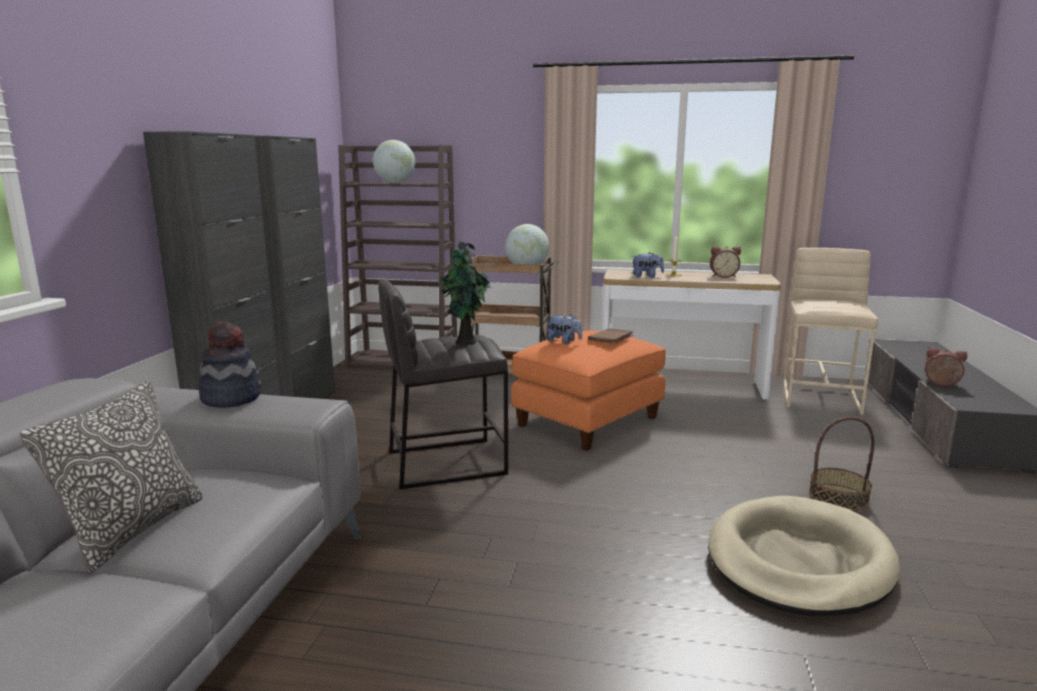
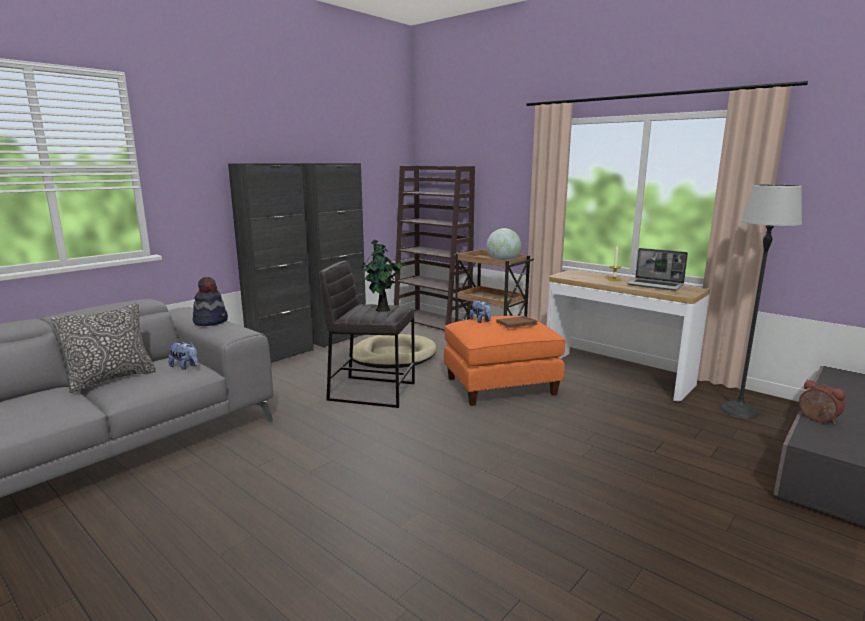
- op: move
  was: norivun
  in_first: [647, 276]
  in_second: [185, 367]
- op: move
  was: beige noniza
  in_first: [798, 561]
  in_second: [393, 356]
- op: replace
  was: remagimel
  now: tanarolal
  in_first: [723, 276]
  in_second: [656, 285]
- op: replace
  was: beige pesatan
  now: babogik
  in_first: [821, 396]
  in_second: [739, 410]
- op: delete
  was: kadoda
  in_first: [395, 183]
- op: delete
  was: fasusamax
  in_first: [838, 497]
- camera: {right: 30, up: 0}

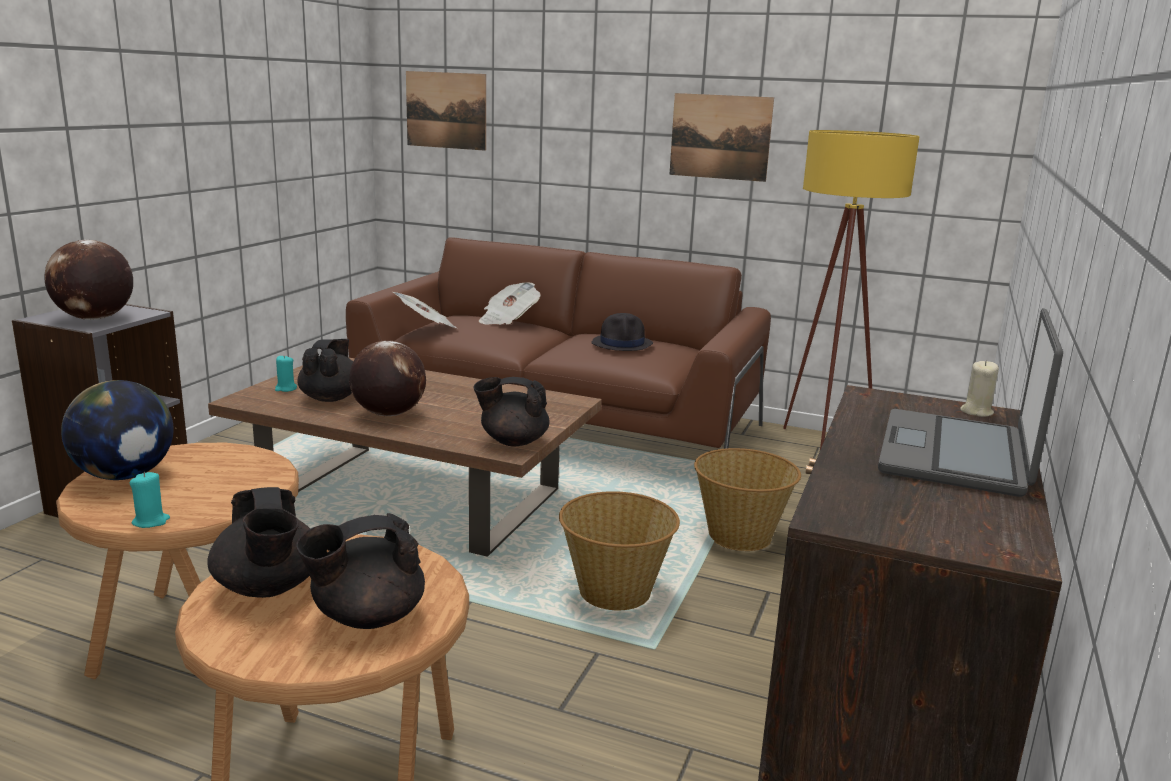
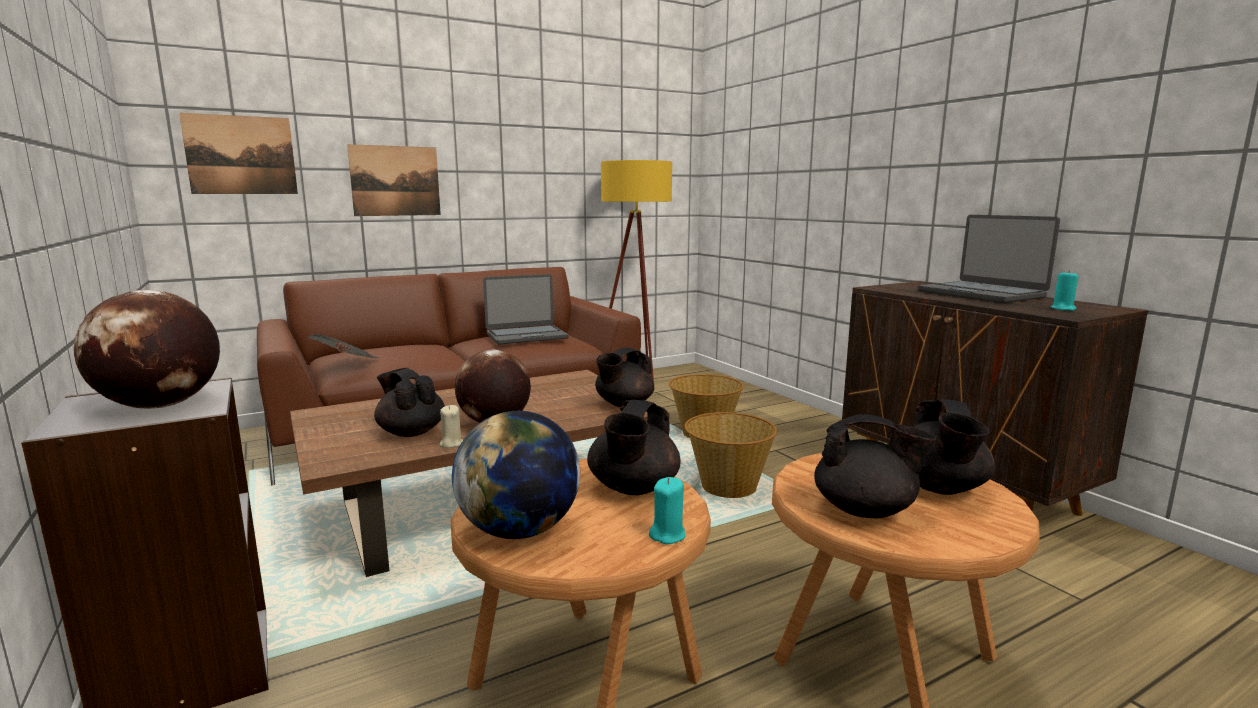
- op: move
  was: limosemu
  in_first: [720, 137]
  in_second: [395, 181]
- op: move
  was: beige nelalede
  in_first: [976, 412]
  in_second: [451, 444]
- op: replace
  was: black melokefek
  now: tanarolal
  in_first: [622, 344]
  in_second: [526, 336]
- op: insert
  now: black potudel
  in_second: [633, 488]
- op: move
  was: turquoise nelalede
  in_first: [286, 389]
  in_second: [1063, 309]
- op: delete
  was: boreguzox
  in_first: [508, 320]
- camera: {right: -50, up: -5}

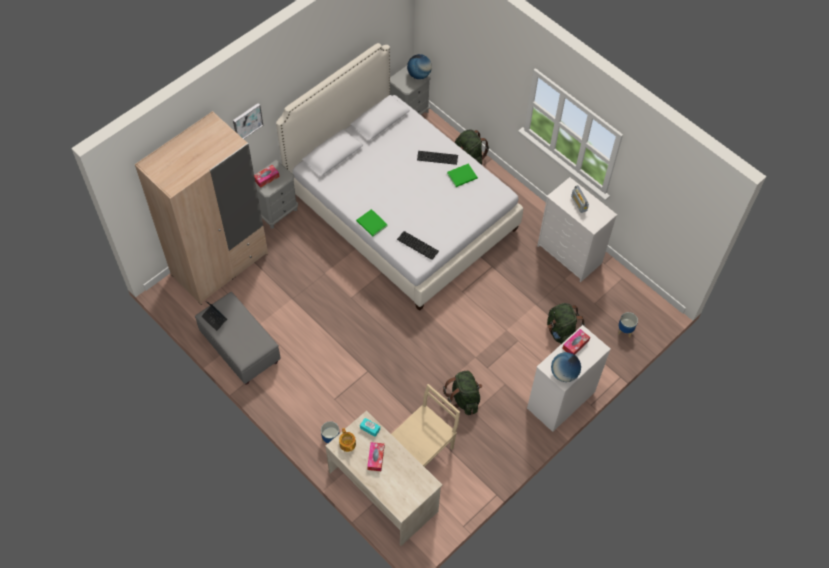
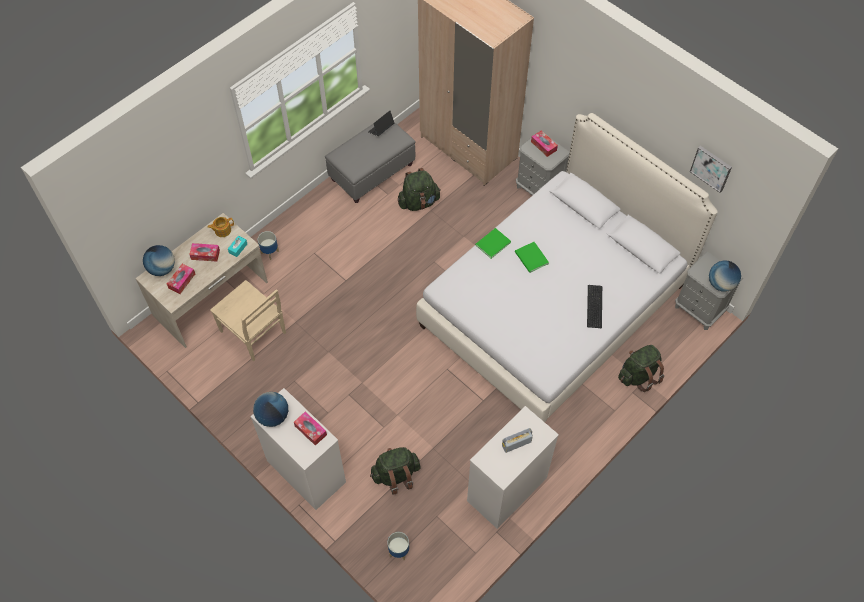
- op: insert
  now: kadoda
  in_second: [162, 269]
- op: insert
  now: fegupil
  in_second: [182, 281]
- op: move
  was: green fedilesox
  in_first: [463, 398]
  in_second: [418, 202]
- op: move
  was: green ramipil
  in_first: [463, 176]
  in_second: [531, 258]
- op: move
  was: limosemu
  in_first: [247, 121]
  in_second: [711, 168]
- op: delete
  was: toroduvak
  in_first: [417, 244]
- camera: {right: 90, up: 0}

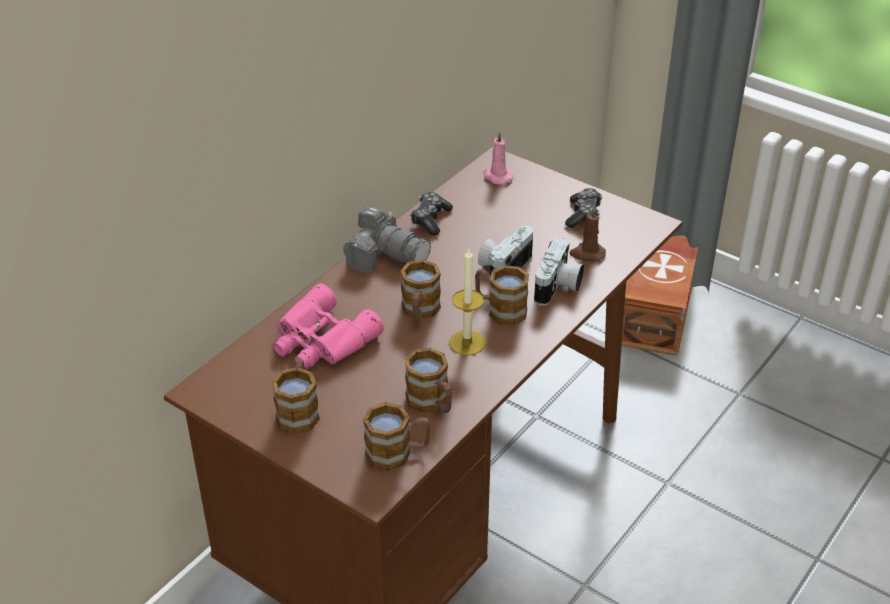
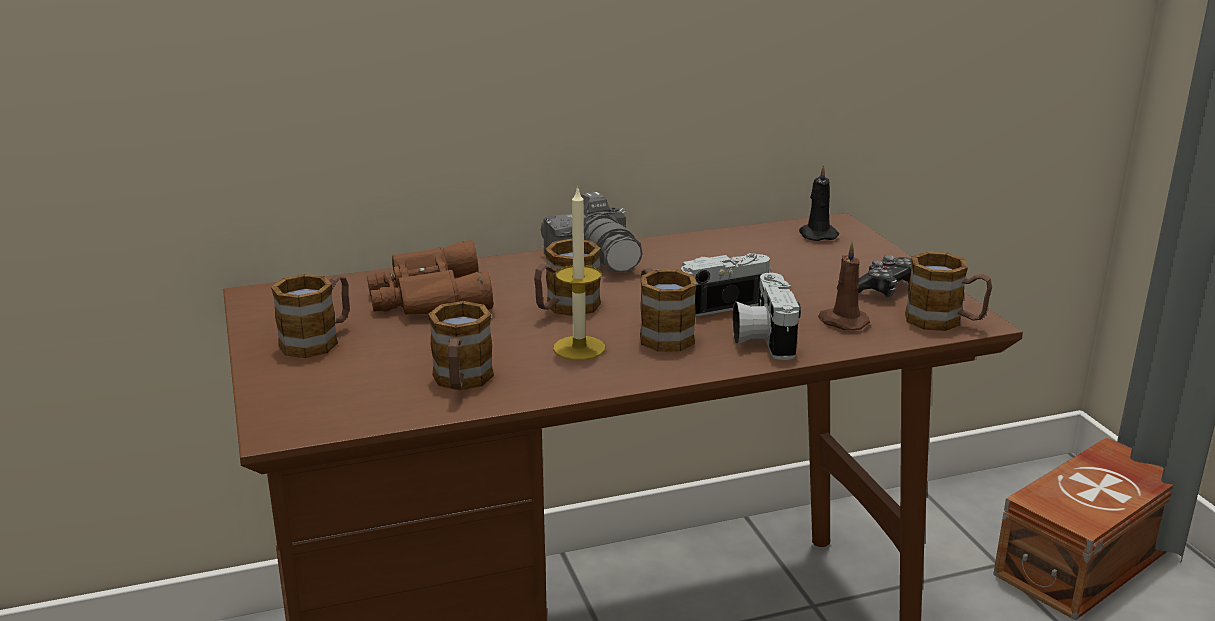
- op: recolor
  was: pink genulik
  now: brown genulik
  in_first: [321, 341]
  in_second: [427, 298]
- op: rotate
  was: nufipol
  in_first: [558, 288]
  in_second: [762, 338]
  clockwise: 120
- op: recolor
  was: pink nelalede
  now: black nelalede
  in_first: [497, 176]
  in_second: [817, 234]
- op: move
  was: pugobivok
  in_first: [398, 453]
  in_second: [944, 321]
- op: delete
  was: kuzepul
  in_first: [430, 219]
- camera: {right: 35, up: -15}

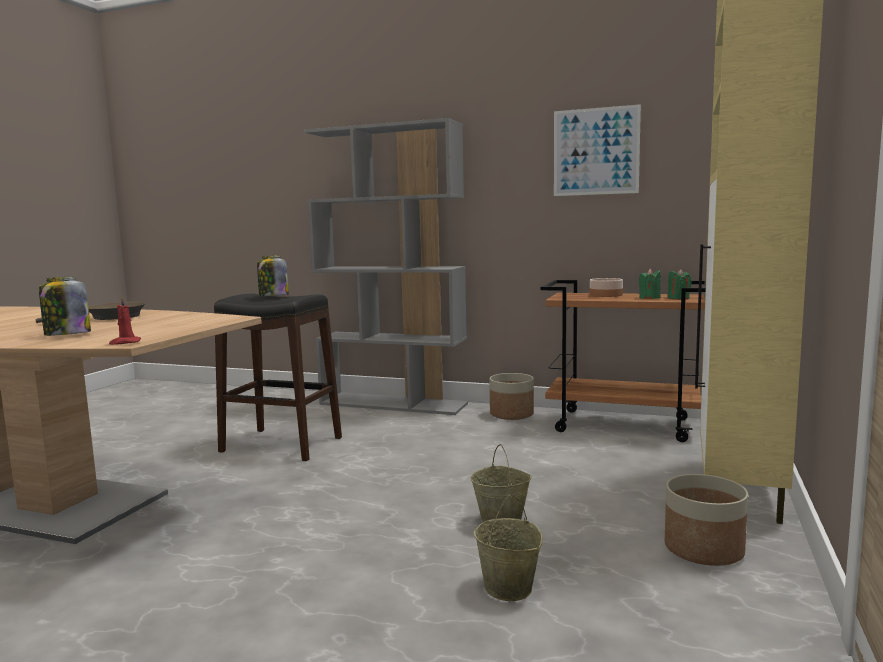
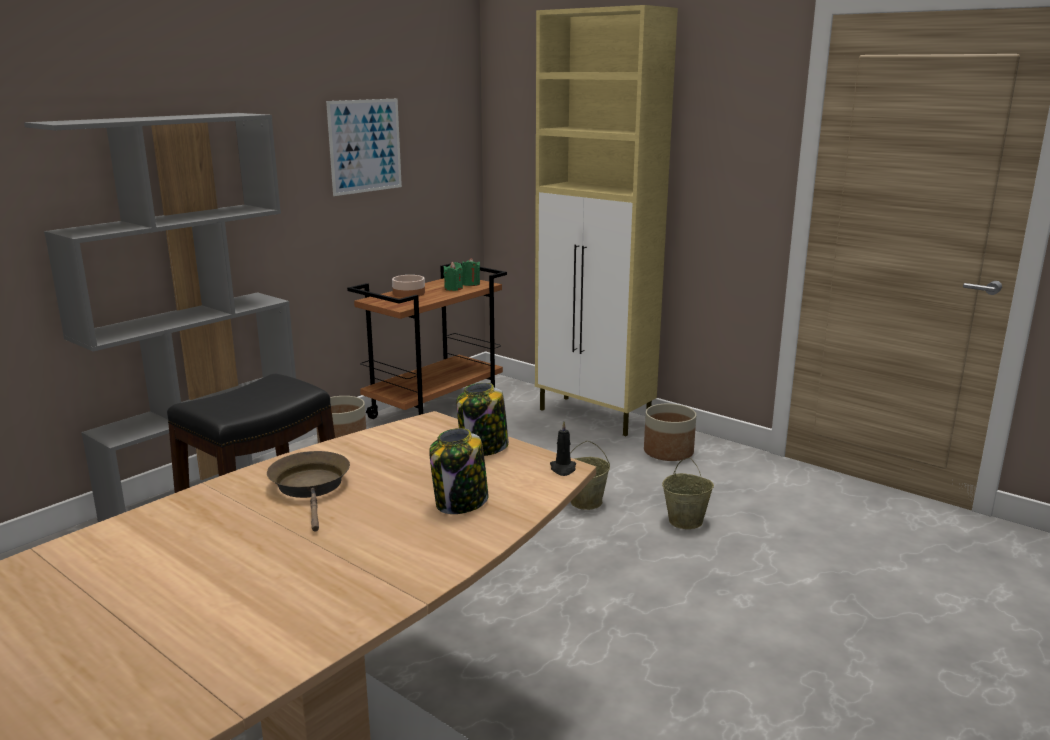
- op: move
  was: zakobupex
  in_first: [273, 296]
  in_second: [483, 448]
- op: recolor
  was: red nelalede
  now: black nelalede
  in_first: [125, 343]
  in_second: [563, 469]
- camera: {right: -70, up: 10}

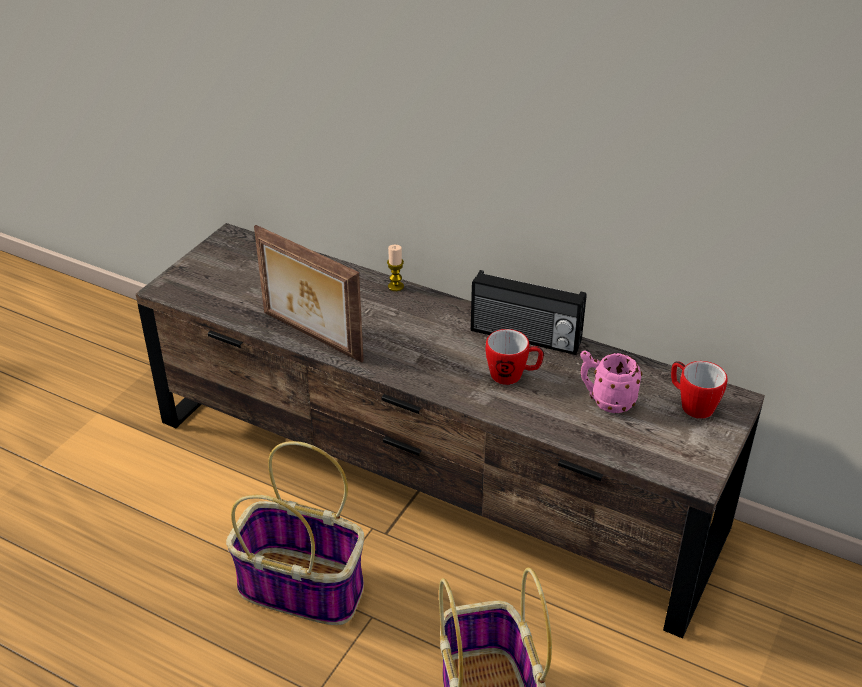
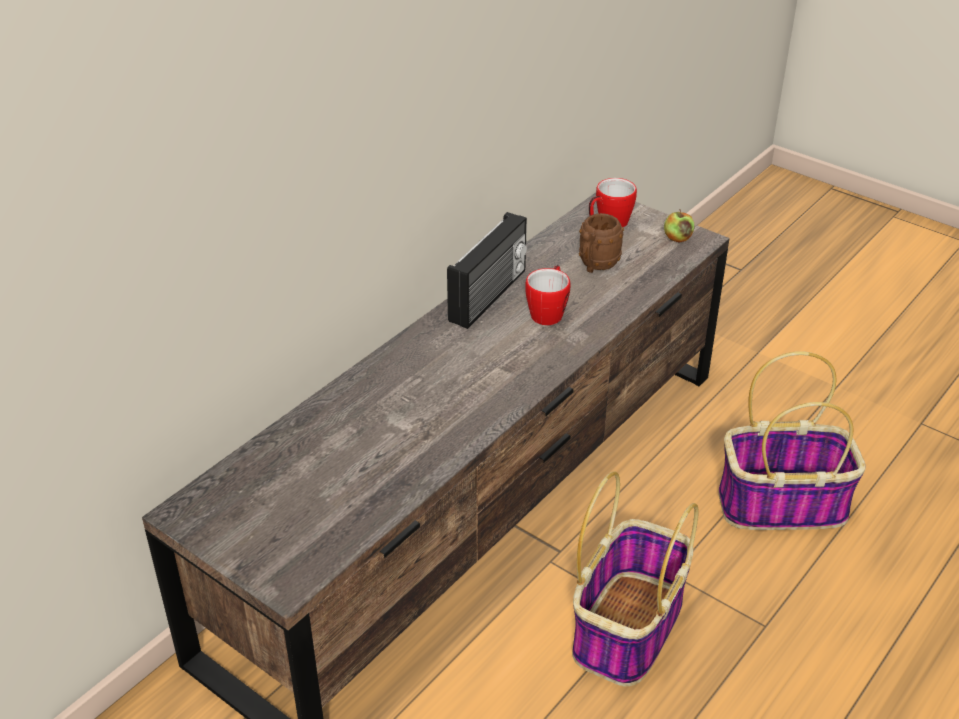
- op: recolor
  was: pink pugobivok
  now: brown pugobivok
  in_first: [606, 400]
  in_second: [595, 265]
- op: insert
  now: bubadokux
  in_second: [677, 238]
- op: delete
  was: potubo
  in_first: [310, 337]
- op: delete
  was: nelalede
  in_first: [395, 286]
- camera: {right: -80, up: 0}

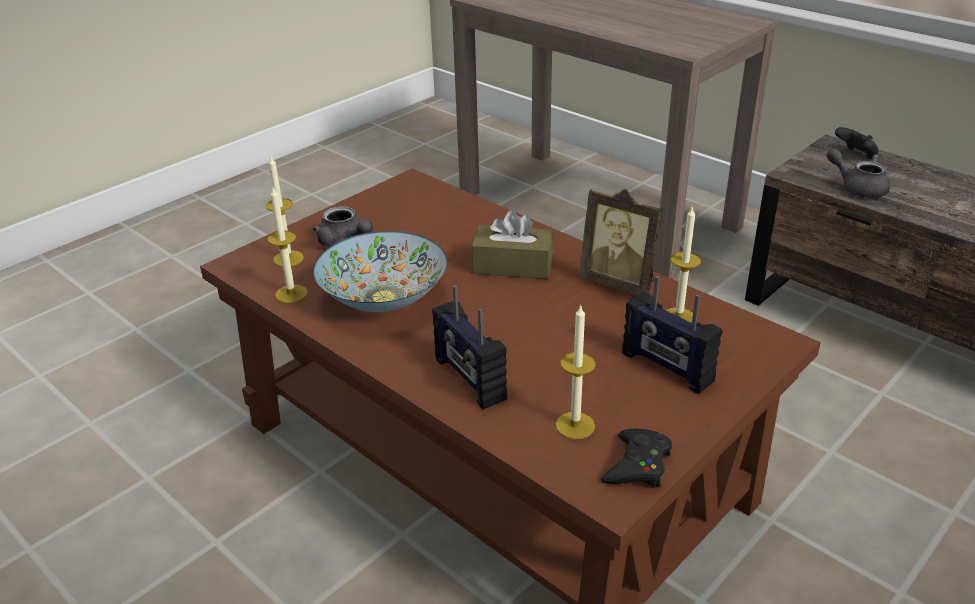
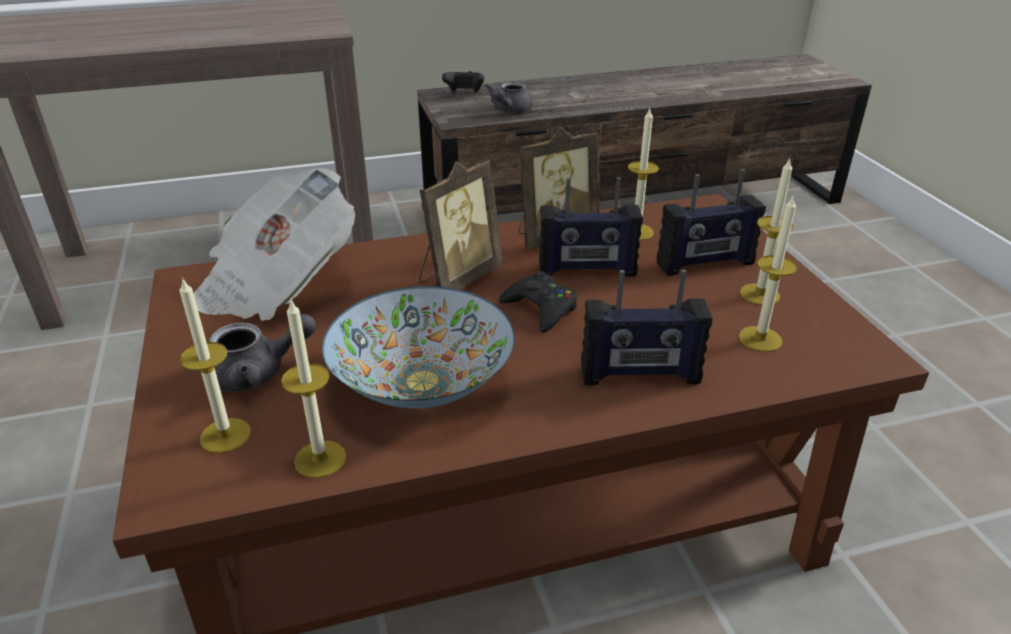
- op: insert
  now: boreguzox
  in_second: [277, 283]
- op: replace
  was: brown fegupil
  now: potubo
  in_first: [513, 266]
  in_second: [458, 278]
- op: rotate
  was: grey potudel
  in_first: [858, 188]
  in_second: [509, 111]
  clockwise: -45
- op: move
  was: black kuzepul
  in_first: [637, 465]
  in_second: [541, 308]
- op: insert
  now: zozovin
  in_second: [587, 270]
- op: insert
  now: nelalede
  in_second: [759, 294]
- camera: {right: -60, up: 0}

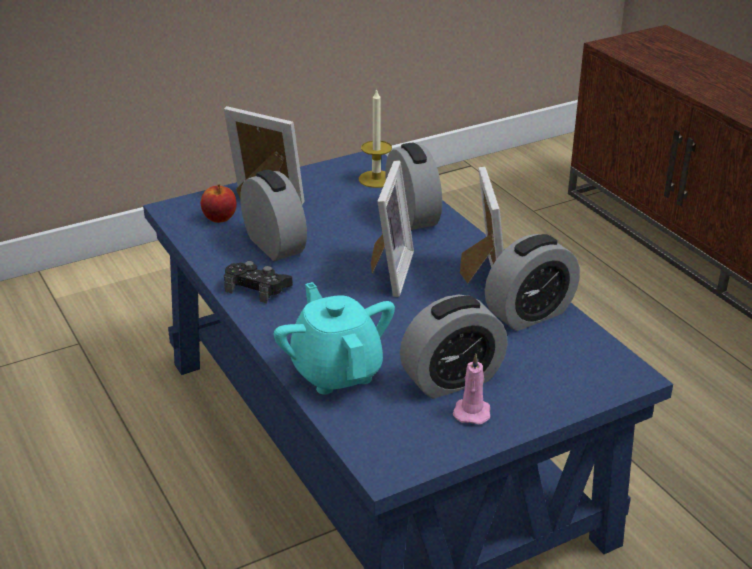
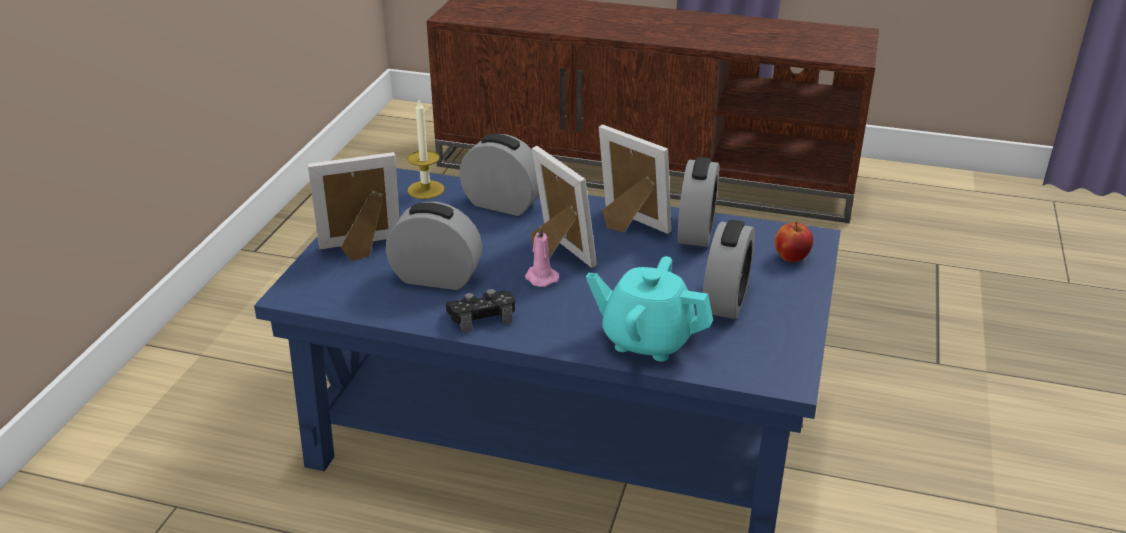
- op: move
  was: pink nelalede
  in_first: [472, 411]
  in_second: [540, 277]
- op: move
  was: bubadokux
  in_first: [219, 218]
  in_second: [791, 257]
- camera: {right: -45, up: 0}

